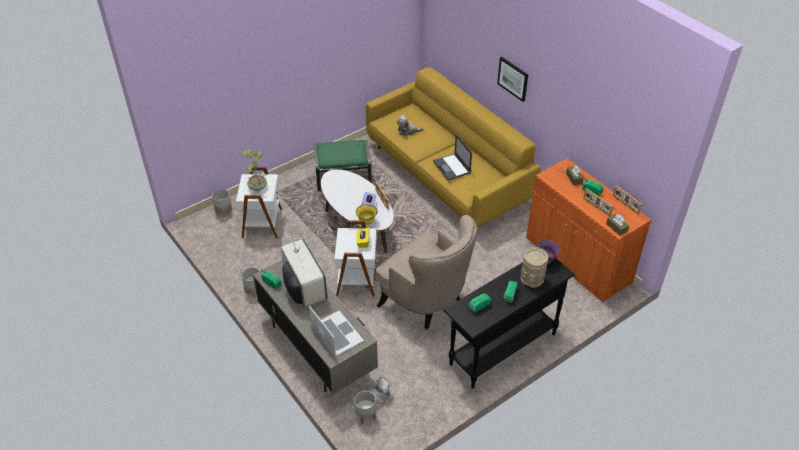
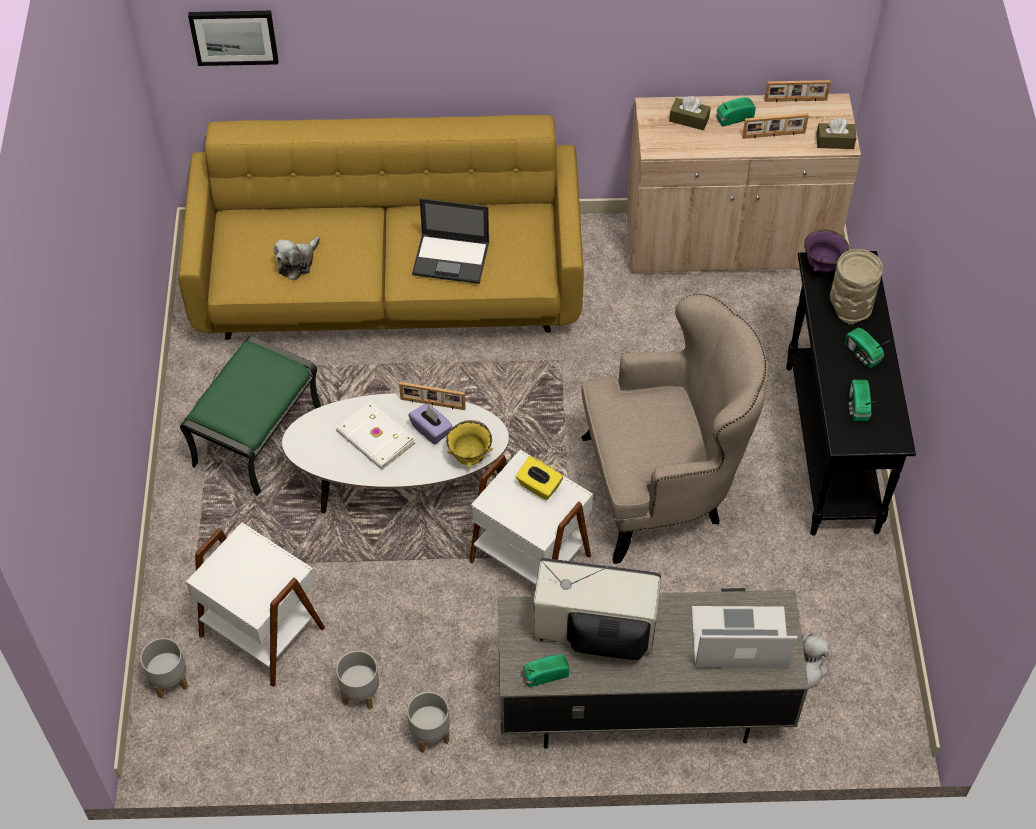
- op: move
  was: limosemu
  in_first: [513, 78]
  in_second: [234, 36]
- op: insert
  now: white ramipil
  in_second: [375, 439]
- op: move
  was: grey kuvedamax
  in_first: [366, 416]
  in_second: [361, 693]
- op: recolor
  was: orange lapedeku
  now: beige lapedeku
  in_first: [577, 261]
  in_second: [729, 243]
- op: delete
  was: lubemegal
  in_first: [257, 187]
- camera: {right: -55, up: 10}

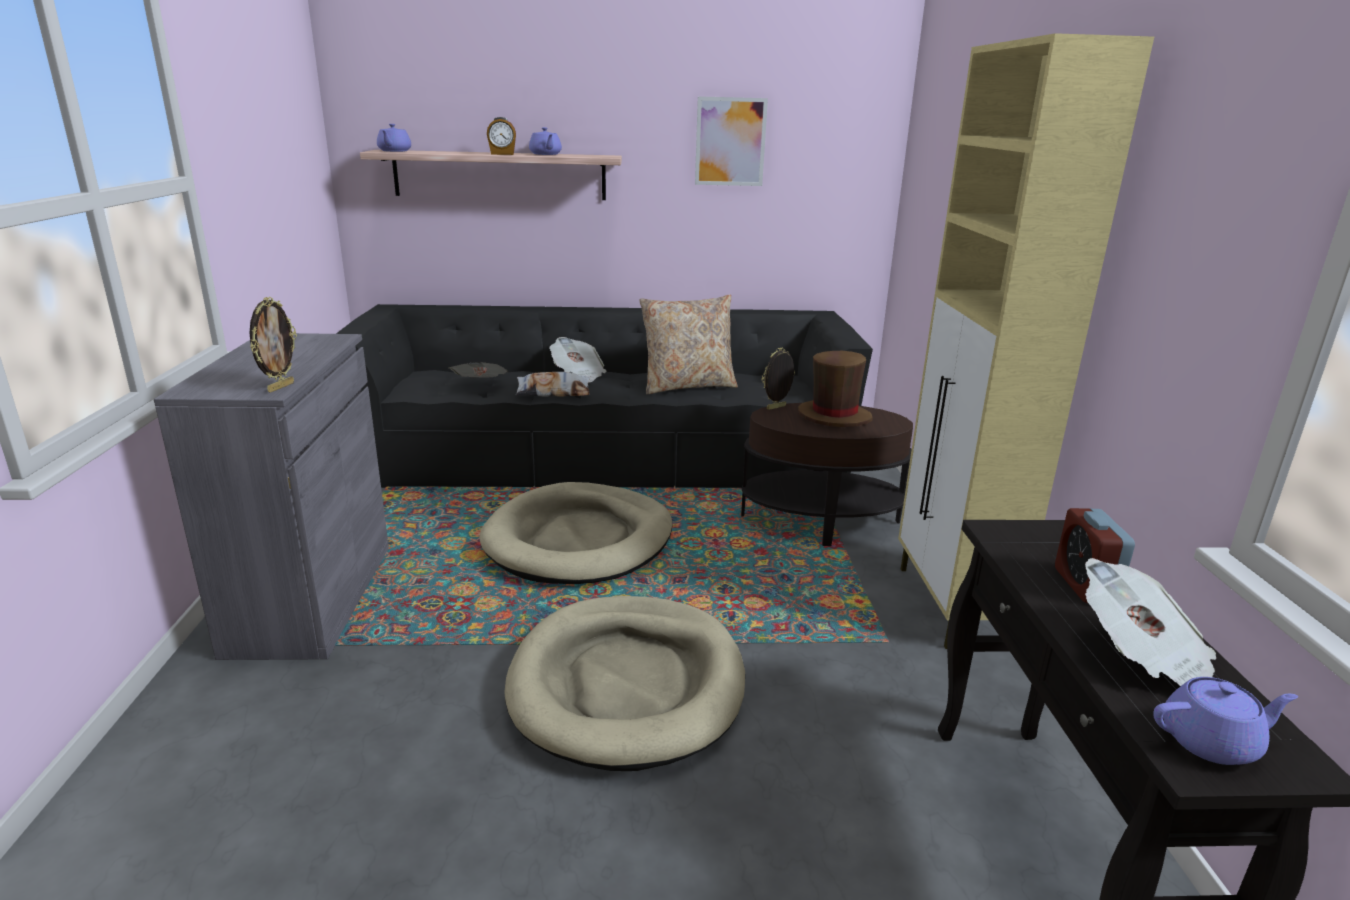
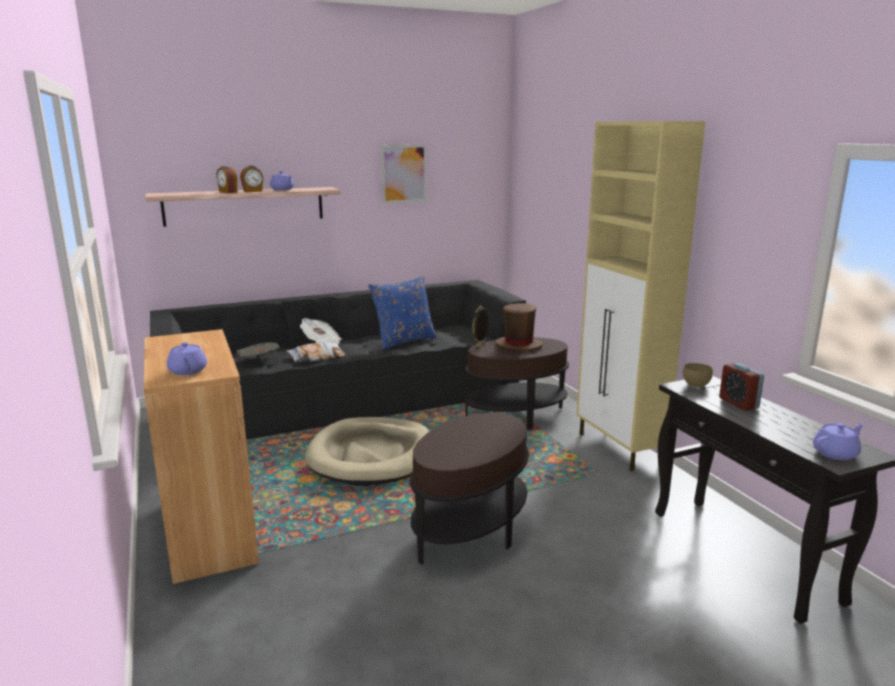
- op: recolor
  was: grey lapedeku
  now: brown lapedeku
  in_first: [312, 598]
  in_second: [210, 530]
- op: move
  was: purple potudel
  in_first: [394, 151]
  in_second: [188, 371]
- op: insert
  now: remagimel
  in_second: [227, 192]
- op: recolor
  was: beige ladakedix
  now: blue ladakedix
  in_first: [687, 385]
  in_second: [404, 340]
- op: replace
  was: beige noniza
  now: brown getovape
  in_first: [627, 684]
  in_second: [470, 530]
- op: insert
  now: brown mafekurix
  in_second: [696, 384]
- op: delete
  was: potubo
  in_first: [280, 387]
- op: delete
  was: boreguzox
  in_first: [1143, 659]
- camera: {right: -20, up: -5}

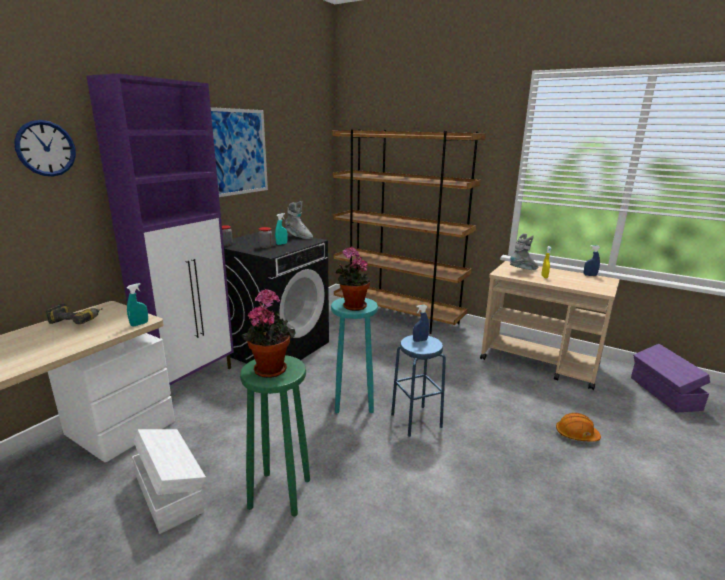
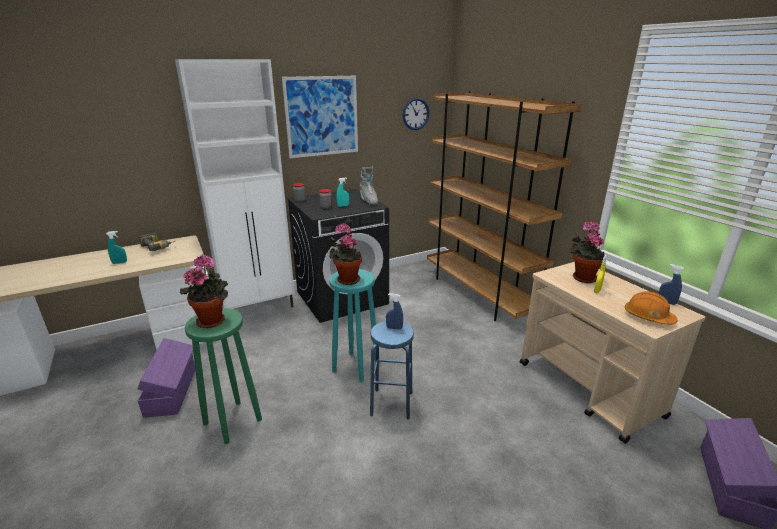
- op: move
  was: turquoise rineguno
  in_first: [139, 324]
  in_second: [119, 263]
- op: recolor
  was: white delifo
  now: purple delifo
  in_first: [170, 492]
  in_second: [172, 391]
- op: recolor
  was: purple lapedeku
  now: white lapedeku
  in_first: [192, 379]
  in_second: [260, 308]
- op: move
  was: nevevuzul
  in_first: [46, 148]
  in_second: [415, 114]
- op: replace
  was: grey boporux
  now: lubemegal
  in_first: [524, 270]
  in_second: [582, 277]
- op: move
  was: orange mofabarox
  in_first: [576, 435]
  in_second: [648, 317]
- camera: {right: 30, up: 5}

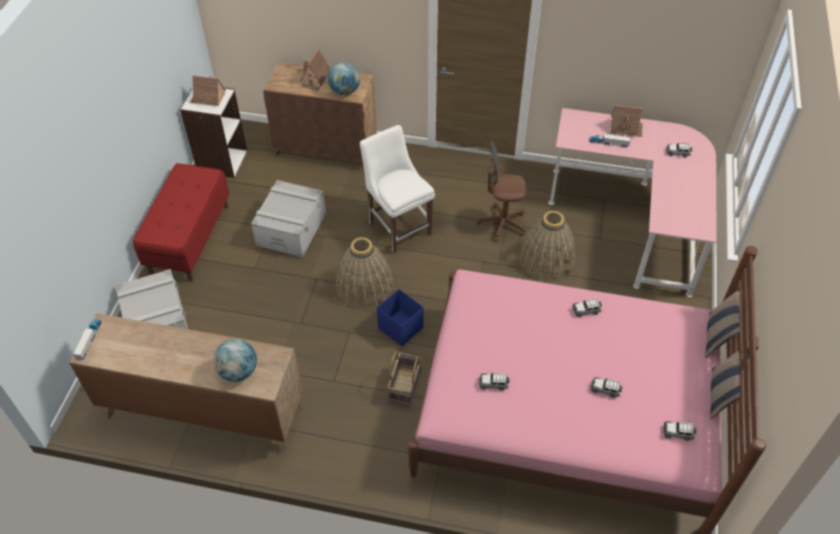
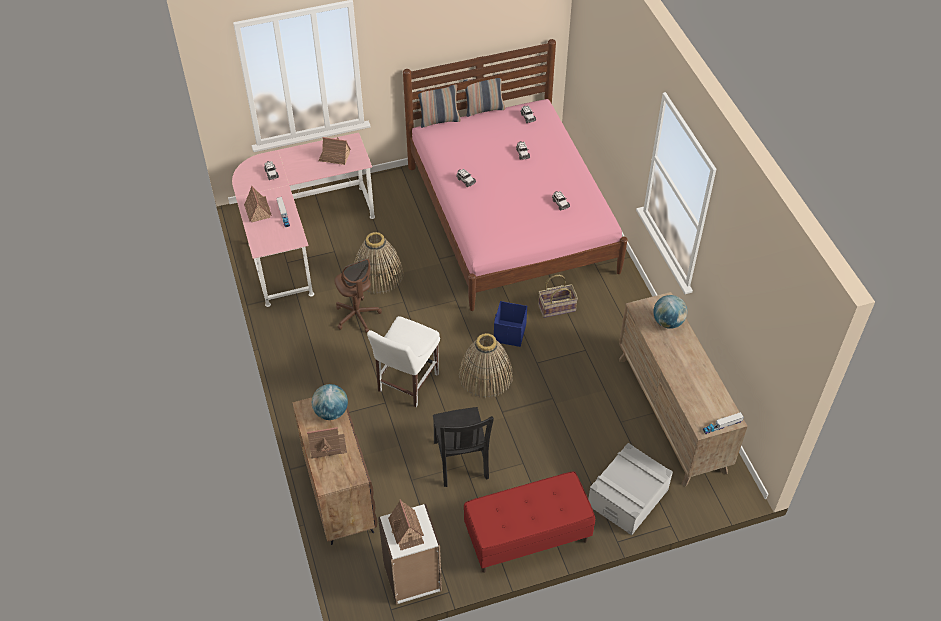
- op: insert
  now: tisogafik
  in_second: [334, 157]
- op: replace
  was: grey delifo
  now: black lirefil
  in_first: [291, 229]
  in_second: [461, 462]
- camera: {right: -120, up: 0}

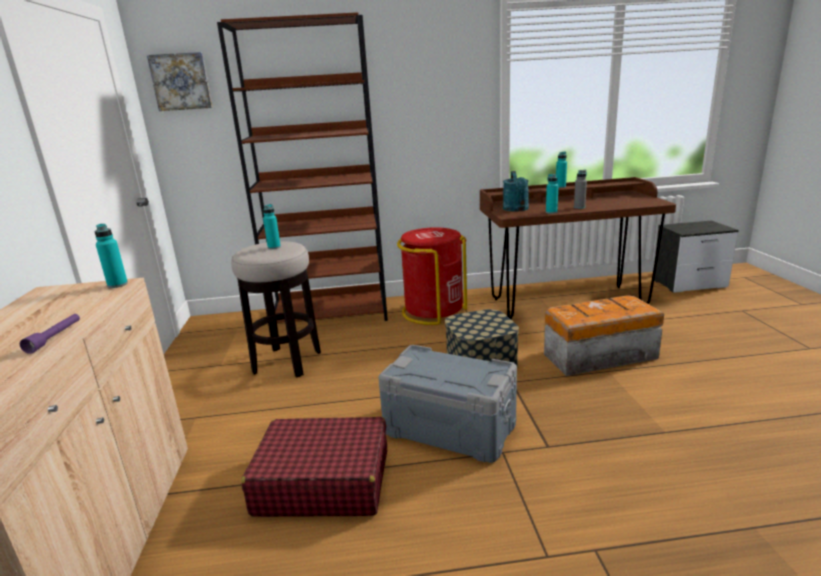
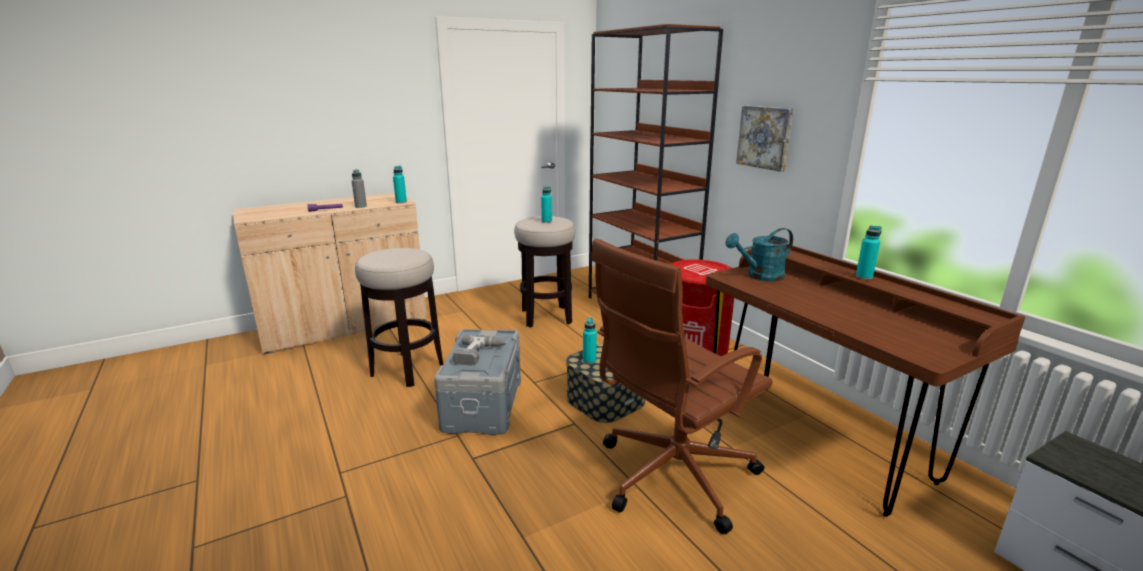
- op: move
  was: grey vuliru
  in_first: [579, 207]
  in_second: [361, 206]
- op: replace
  was: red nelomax
  now: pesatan
  in_first: [322, 481]
  in_second: [407, 369]
- op: insert
  now: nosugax
  in_second: [480, 354]
- op: move
  was: turquoise vuliru
  in_first: [551, 212]
  in_second: [589, 360]
- op: replace
  was: delifo
  now: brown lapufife
  in_first: [597, 356]
  in_second: [671, 476]
- op: move
  was: limosemu
  in_first: [181, 82]
  in_second: [765, 137]
- camera: {right: 65, up: 0}

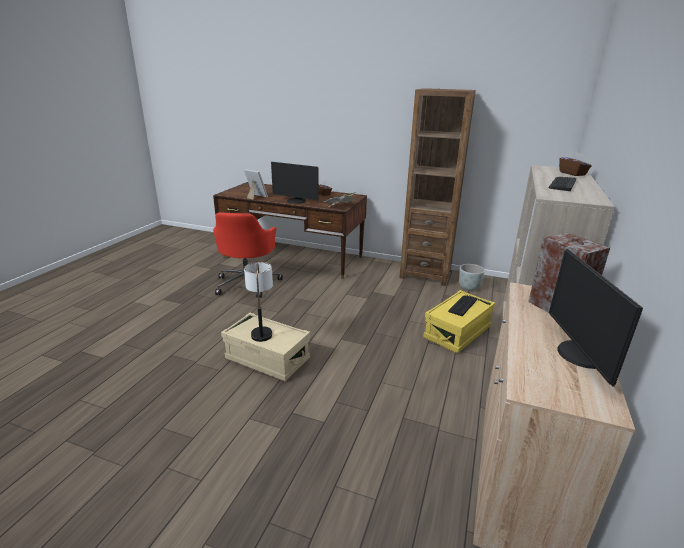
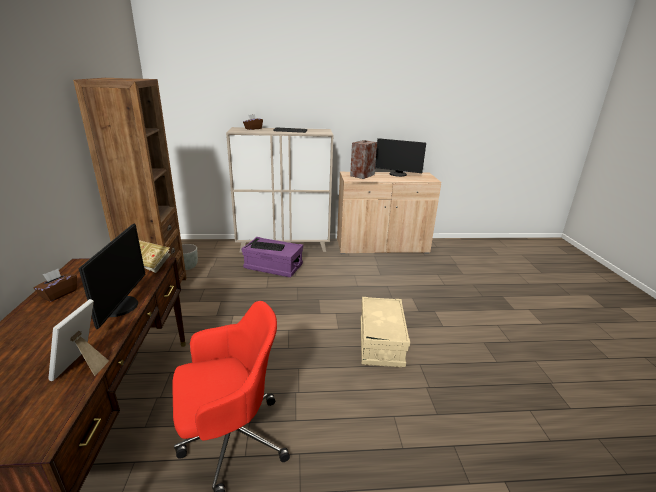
- op: recolor
  was: yellow delifo
  now: purple delifo
  in_first: [457, 333]
  in_second: [273, 266]
- op: rotate
  was: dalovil
  in_first: [579, 354]
  in_second: [397, 174]
  clockwise: 45
- op: delete
  was: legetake
  in_first: [262, 328]
- camera: {right: -115, up: 0}

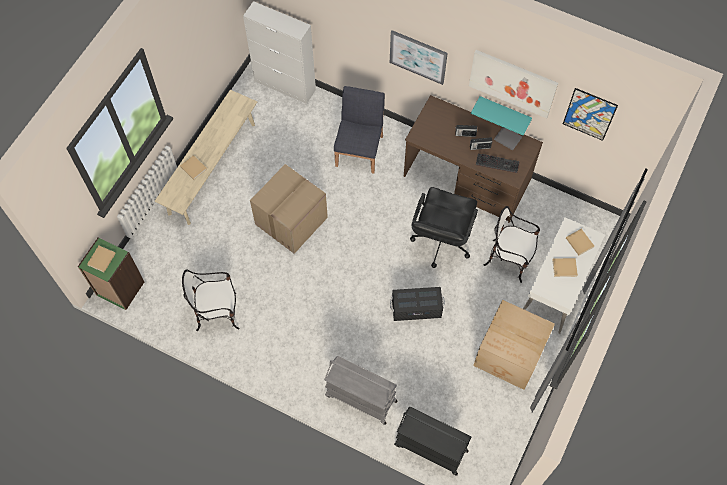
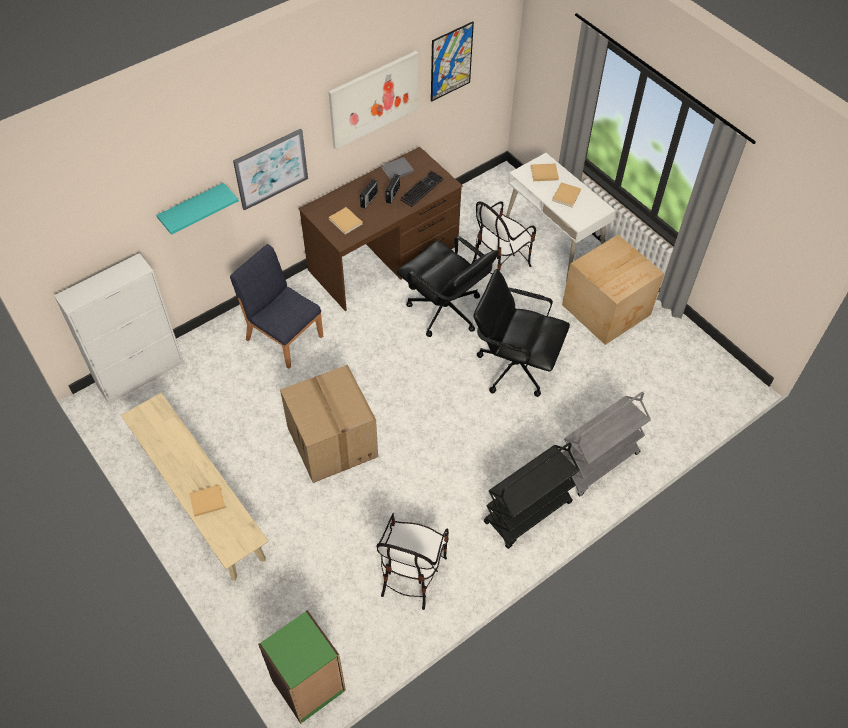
- op: move
  was: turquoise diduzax
  in_first: [504, 112]
  in_second: [193, 208]
- op: move
  was: beige ramipil
  in_first: [101, 260]
  in_second: [346, 222]
- op: replace
  was: black delifo
  now: black lapufife
  in_first: [416, 309]
  in_second: [514, 366]
- op: move
  was: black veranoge
  in_first: [430, 448]
  in_second: [527, 513]
- camera: {right: -65, up: -10}

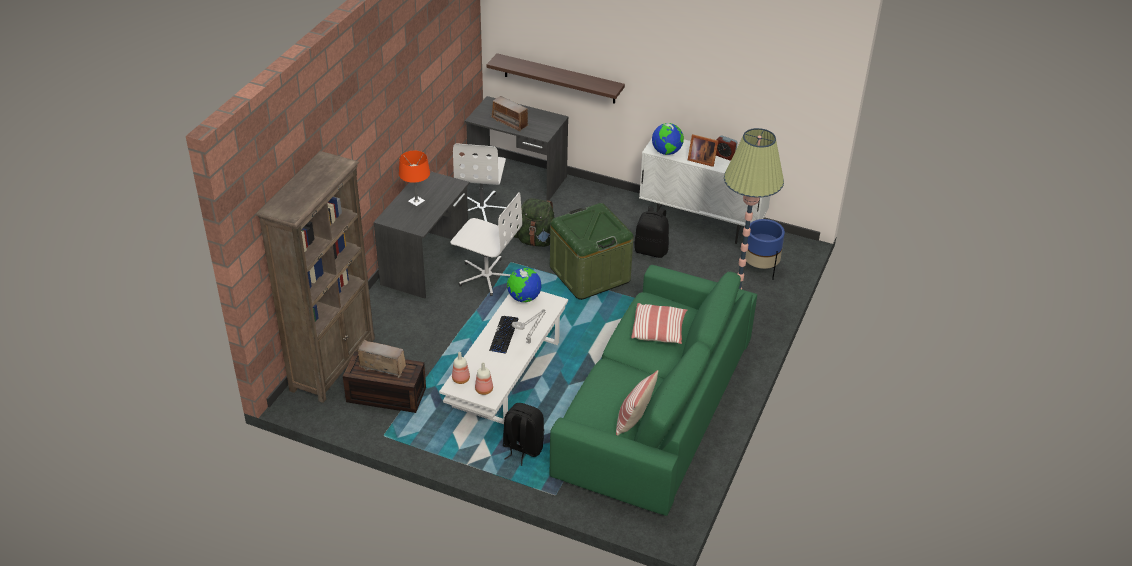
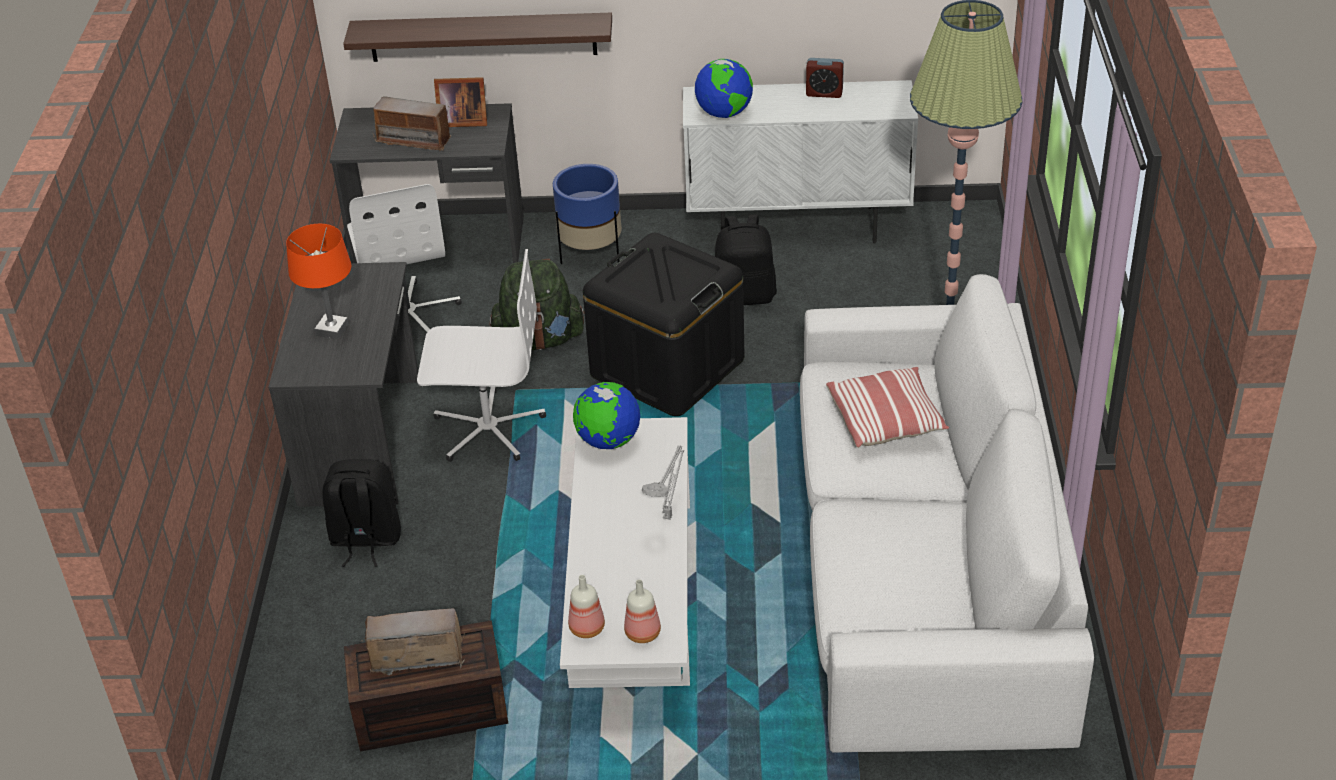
- op: move
  was: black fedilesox
  in_first: [522, 448]
  in_second: [365, 540]
- op: move
  was: potubo
  in_first: [701, 160]
  in_second: [461, 121]
- op: move
  was: blue kuvedamax
  in_first: [760, 269]
  in_second: [591, 253]
- op: recolor
  was: green delifo
  now: black delifo
  in_first: [589, 274]
  in_second: [667, 368]
- op: recolor
  was: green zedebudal
  now: white zedebudal
  in_first: [654, 406]
  in_second: [923, 559]
- op: delete
  was: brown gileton
  in_first: [333, 364]
- op: delete
  was: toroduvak
  in_first: [504, 335]
- op: delete
  was: ladakedix
  in_first: [633, 420]
- camera: {right: -20, up: 0}

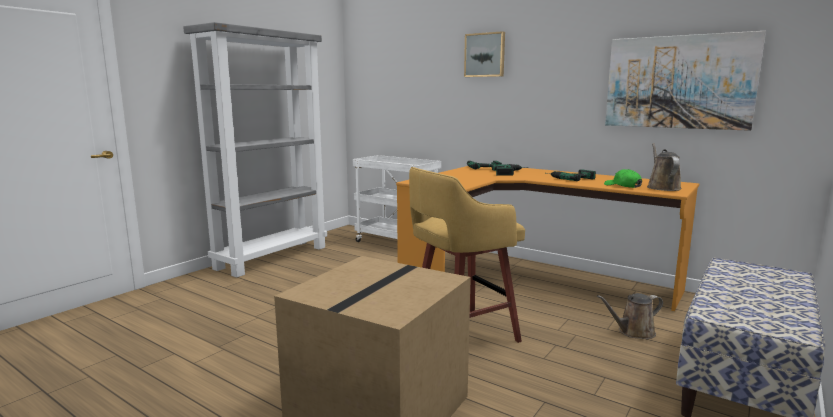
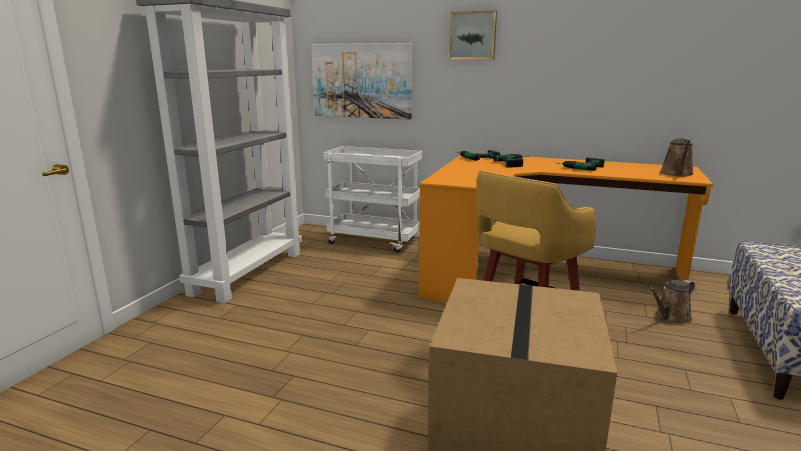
- op: move
  was: limosemu
  in_first: [678, 82]
  in_second: [361, 81]
- op: rotate
  was: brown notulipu
  in_first: [662, 187]
  in_second: [677, 174]
  clockwise: -150
- op: delete
  was: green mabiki
  in_first: [622, 186]
- camera: {right: -15, up: 5}

